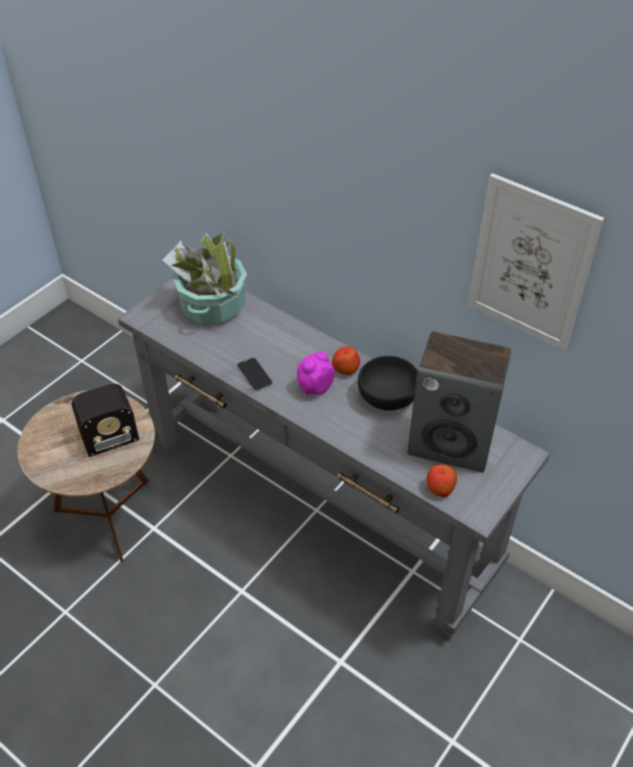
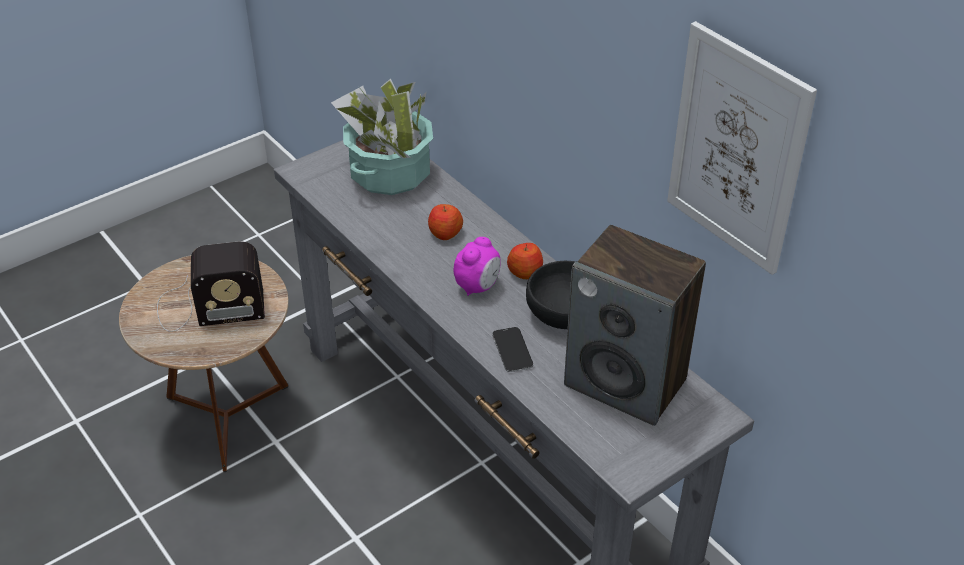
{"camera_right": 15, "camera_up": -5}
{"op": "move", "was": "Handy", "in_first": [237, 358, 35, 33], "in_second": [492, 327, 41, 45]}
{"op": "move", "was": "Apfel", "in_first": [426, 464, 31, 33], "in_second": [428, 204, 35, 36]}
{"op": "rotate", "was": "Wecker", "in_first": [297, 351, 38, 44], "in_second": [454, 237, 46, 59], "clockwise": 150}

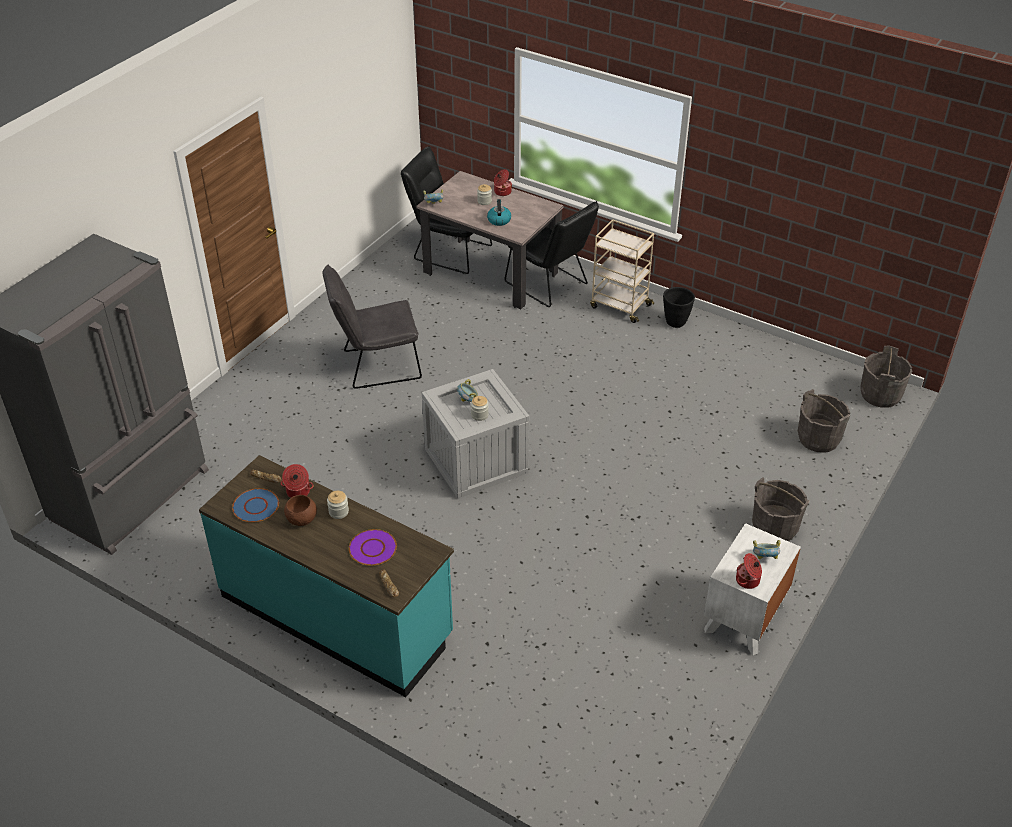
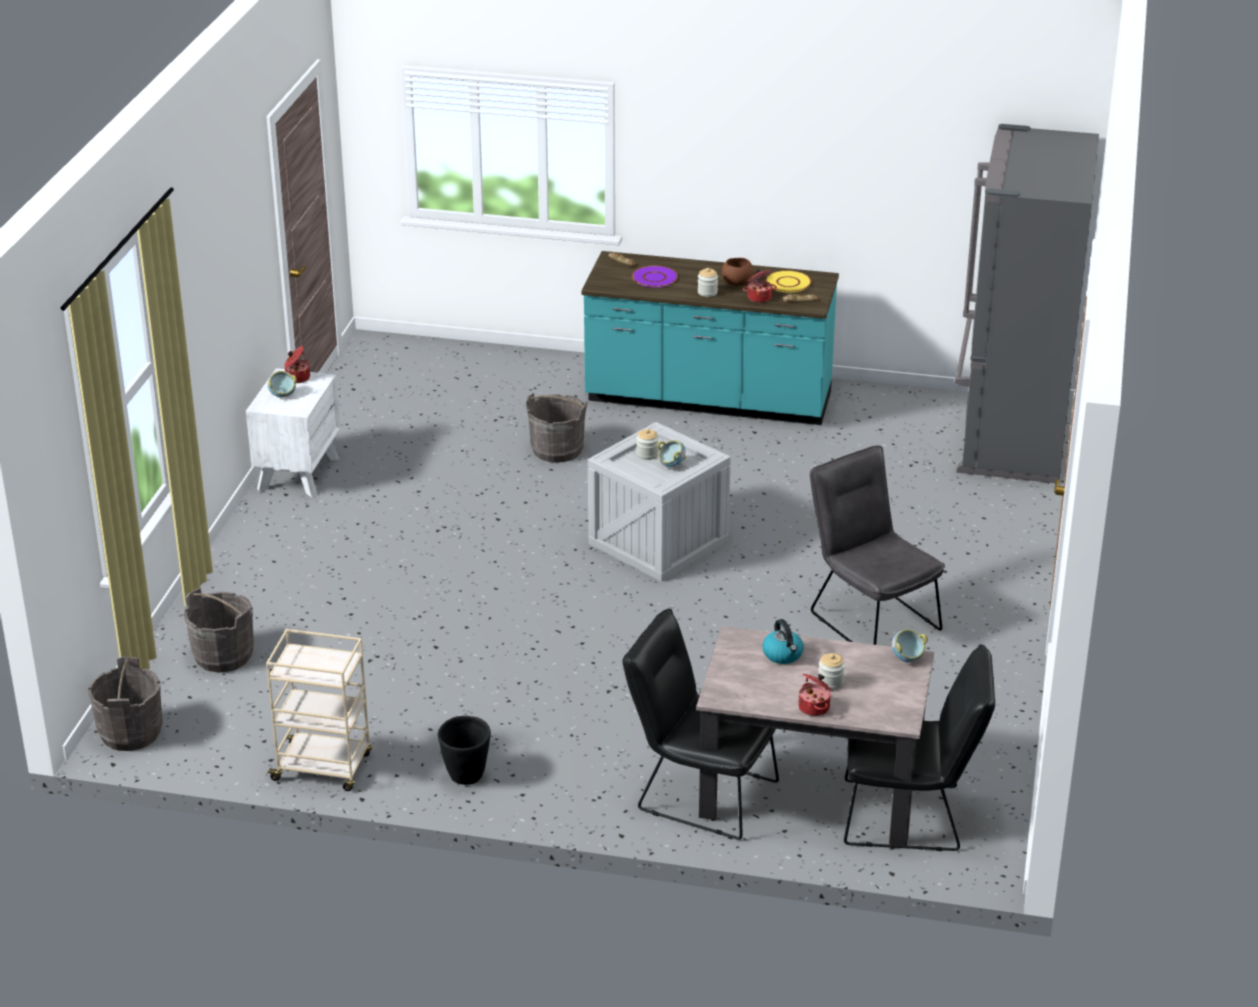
{"camera_right": 160, "camera_up": -10}
{"op": "move", "was": "Rollwagen/beige", "in_first": [590, 219, 64, 104], "in_second": [266, 629, 106, 162]}
{"op": "move", "was": "Eimer/grau", "in_first": [752, 477, 58, 64], "in_second": [526, 393, 62, 70]}
{"op": "recolor", "was": "Teller/blau", "now": "Teller/gelb", "in_first": [232, 488, 47, 34], "in_second": [765, 270, 47, 23]}
{"op": "rotate", "was": "Stuhl/grau", "in_first": [323, 264, 99, 125], "in_second": [810, 445, 135, 200], "clockwise": -90}

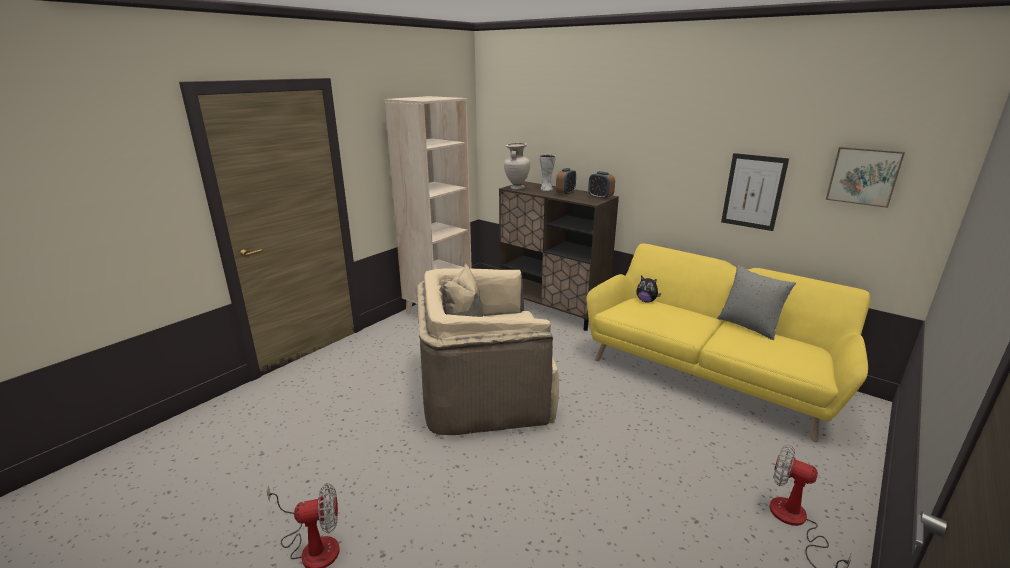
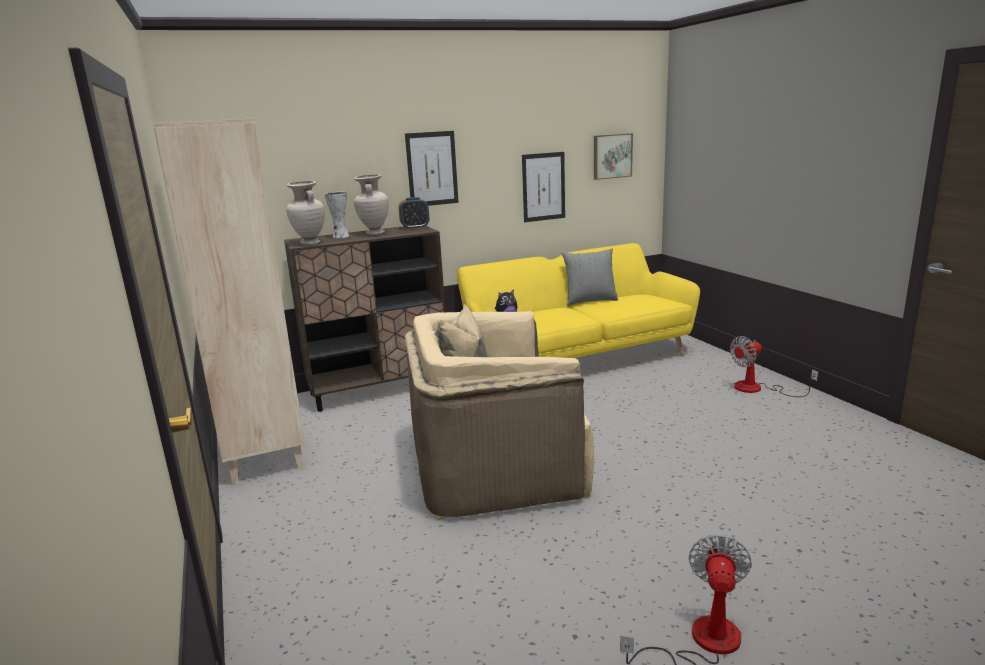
{"camera_right": -60, "camera_up": -5}
{"op": "insert", "now": "Bild", "in_second": [405, 131, 54, 75]}
{"op": "replace", "was": "Wecker", "now": "Vase/beige", "in_first": [556, 168, 20, 28], "in_second": [354, 174, 35, 61]}
{"op": "rotate", "was": "Sessel/beige", "in_first": [417, 263, 142, 173], "in_second": [405, 304, 189, 216], "clockwise": 60}

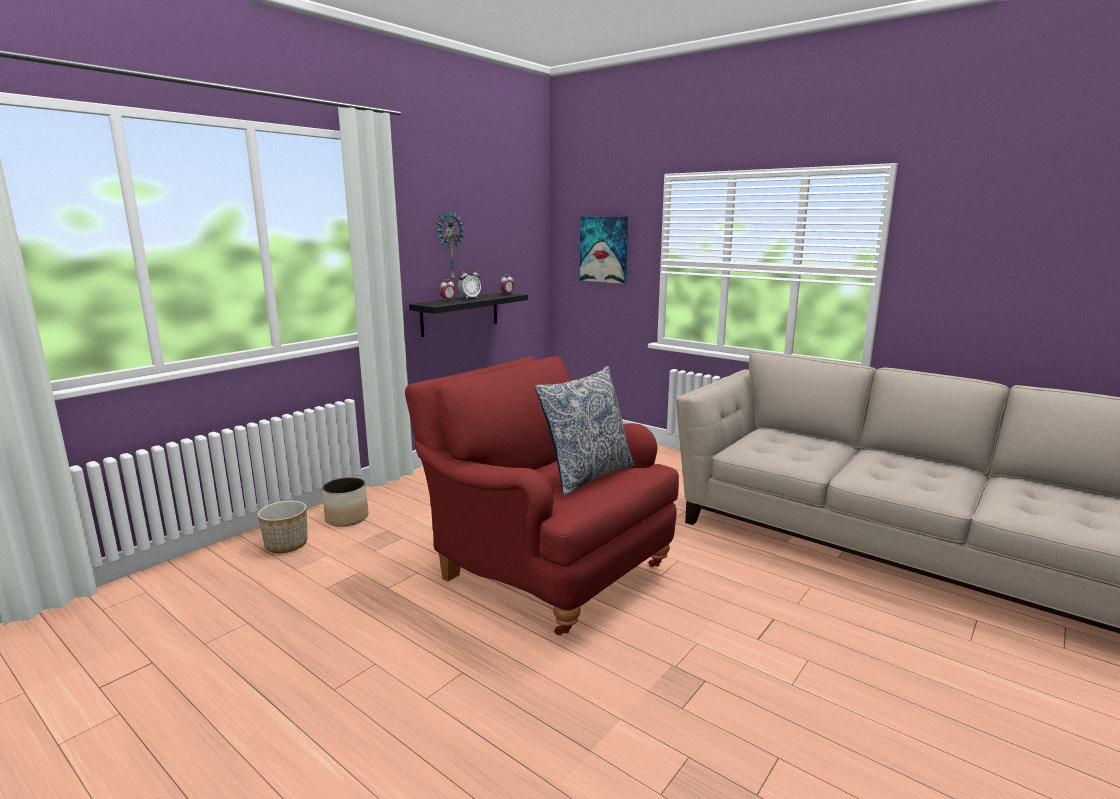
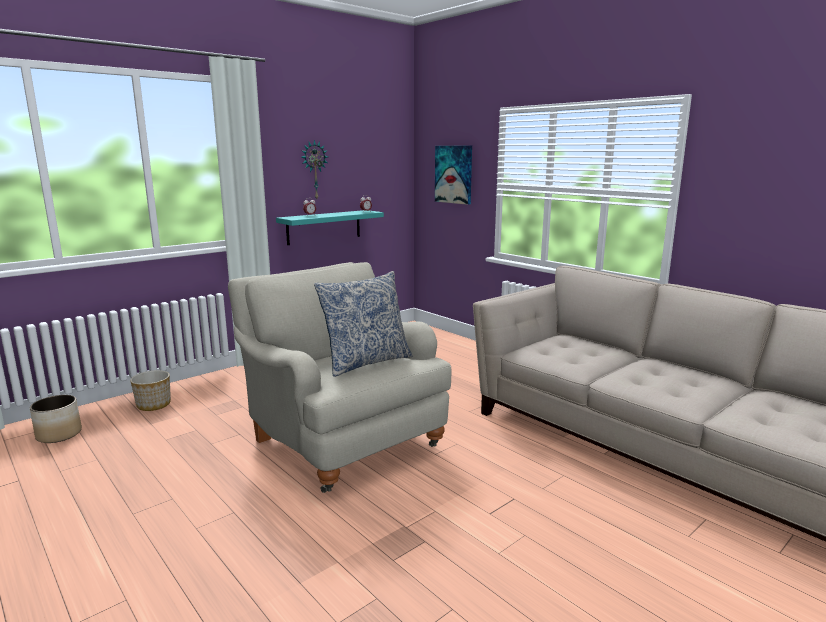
{"camera_right": 10, "camera_up": 0}
{"op": "delete", "was": "Wecker", "in_first": [458, 268, 23, 31]}
{"op": "move", "was": "Pflanzkübel", "in_first": [322, 477, 46, 50], "in_second": [30, 395, 52, 48]}
{"op": "recolor", "was": "Sessel/rot", "now": "Sessel/beige", "in_first": [405, 356, 274, 279], "in_second": [228, 262, 223, 231]}
{"op": "recolor", "was": "Wandregal/schwarz", "now": "Wandregal/türkis", "in_first": [409, 292, 119, 45], "in_second": [276, 210, 108, 35]}

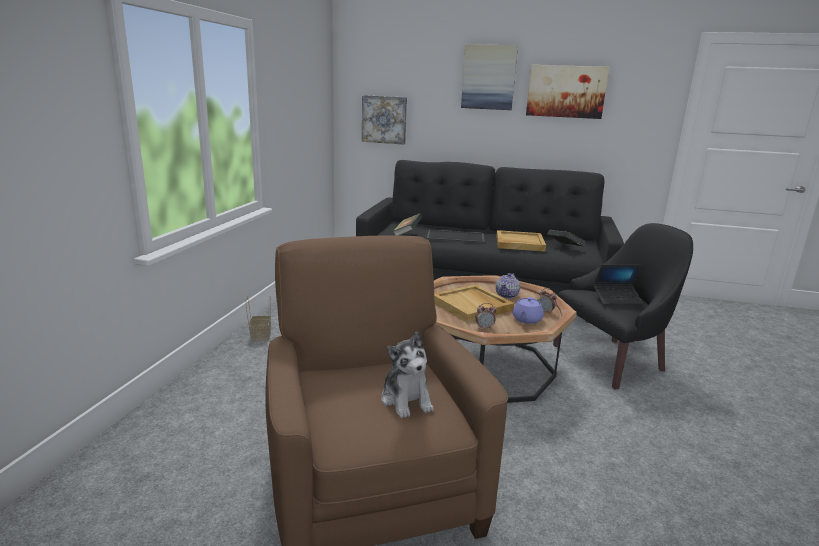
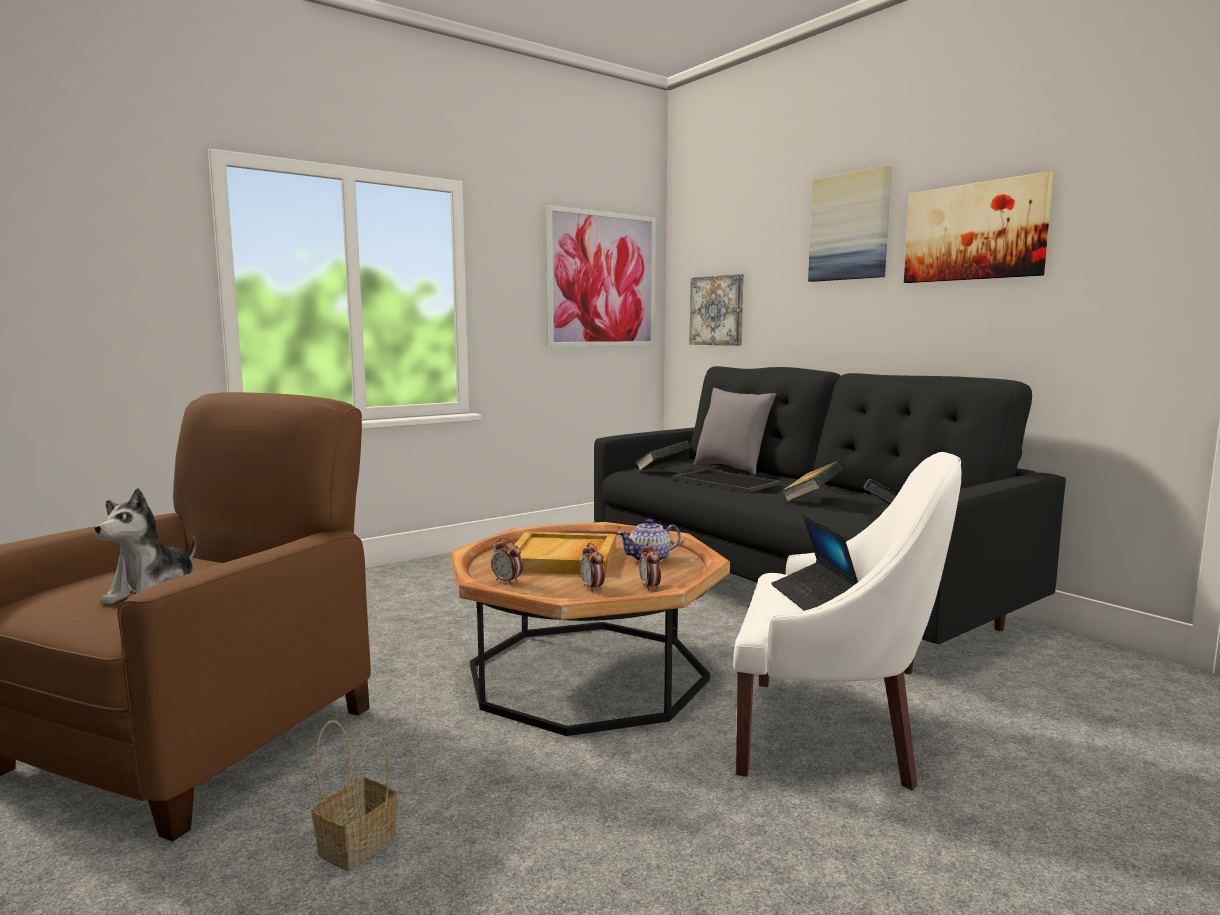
{"camera_right": 40, "camera_up": -10}
{"op": "insert", "now": "Bild", "in_second": [546, 205, 110, 142]}
{"op": "insert", "now": "Kissen/grau", "in_second": [694, 388, 83, 87]}
{"op": "move", "was": "Korb", "in_first": [246, 296, 25, 46], "in_second": [312, 721, 85, 150]}
{"op": "replace", "was": "Tablett/beige", "now": "Buch", "in_first": [496, 230, 50, 22], "in_second": [782, 461, 61, 41]}
{"op": "replace", "was": "Teekanne/lila", "now": "Wecker", "in_first": [513, 297, 31, 27], "in_second": [580, 543, 25, 49]}
{"op": "recolor", "was": "Sessel/schwarz", "now": "Sessel/weiß", "in_first": [553, 223, 140, 167], "in_second": [733, 452, 228, 338]}
{"op": "rotate", "was": "Laptop", "in_first": [593, 265, 50, 39], "in_second": [771, 515, 87, 96], "clockwise": 45}

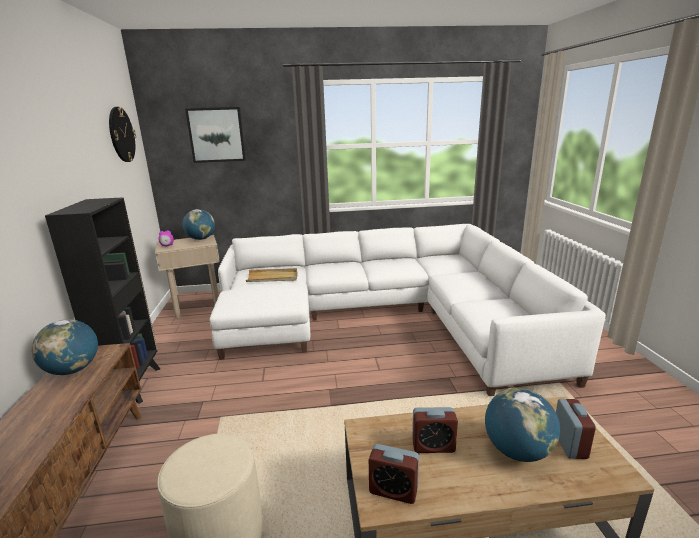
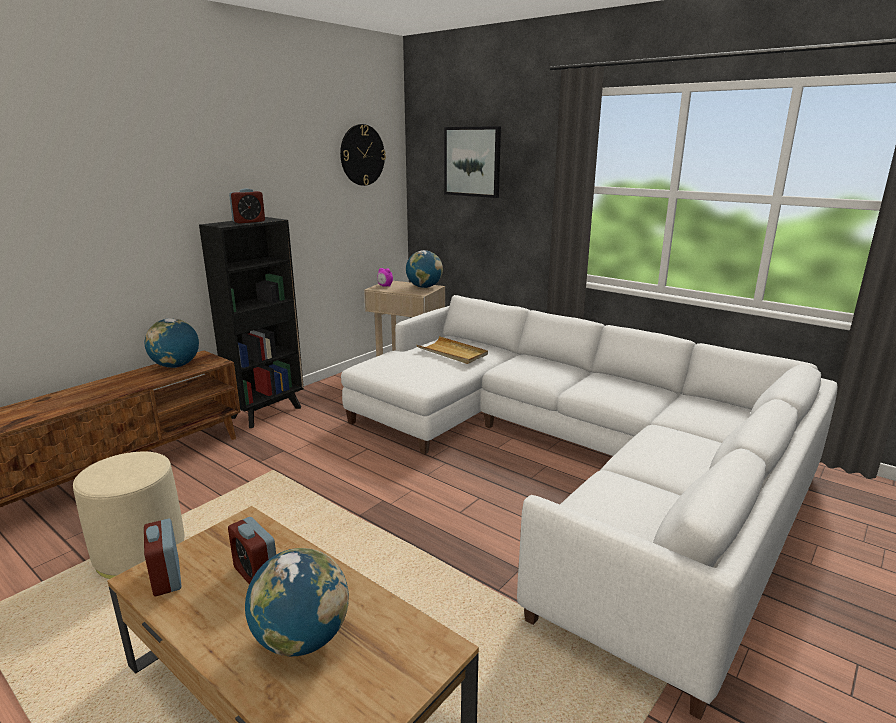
{"camera_right": 45, "camera_up": 0}
{"op": "move", "was": "Wecker", "in_first": [556, 399, 40, 60], "in_second": [229, 188, 36, 36]}

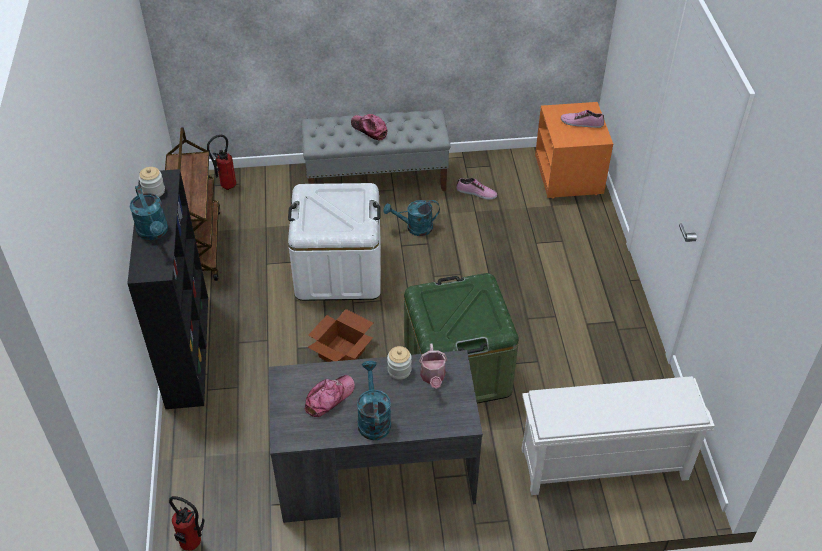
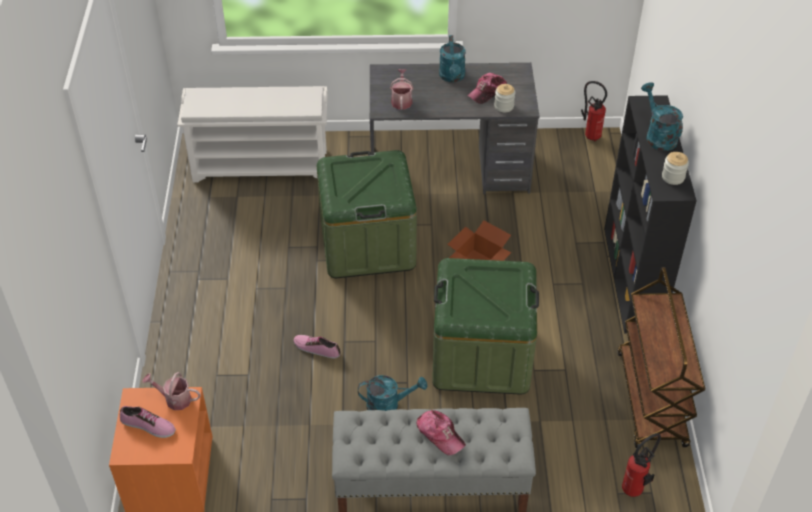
{"camera_right": -175, "camera_up": 0}
{"op": "insert", "now": "Gießkanne", "in_second": [142, 372, 59, 38]}
{"op": "move", "was": "Vorratsglas", "in_first": [387, 346, 25, 34], "in_second": [494, 84, 21, 28]}
{"op": "move", "was": "Schuh", "in_first": [456, 178, 41, 22], "in_second": [293, 335, 48, 23]}
{"op": "recolor", "was": "Aufbewahrungsbox/weiß", "now": "Aufbewahrungsbox/grün", "in_first": [288, 183, 93, 118], "in_second": [432, 258, 107, 137]}

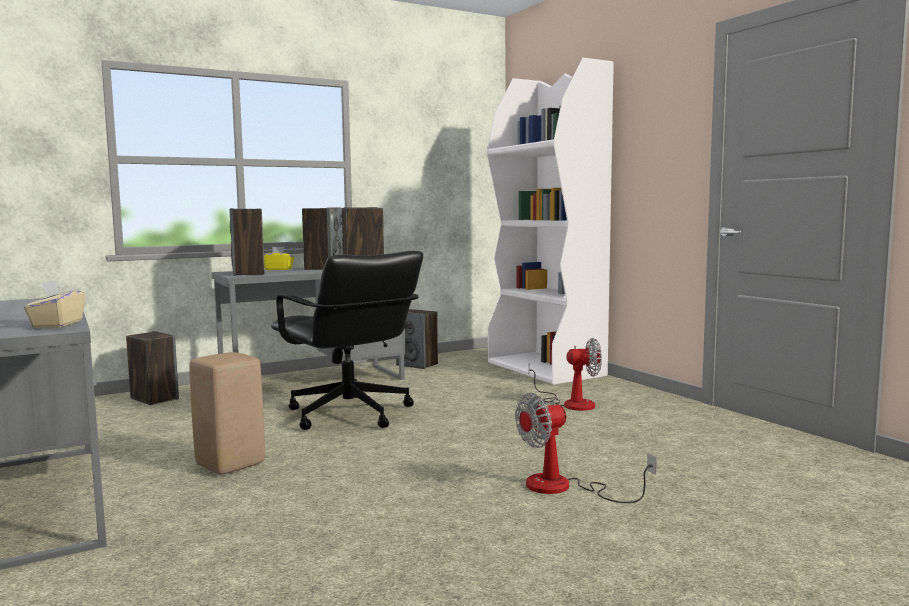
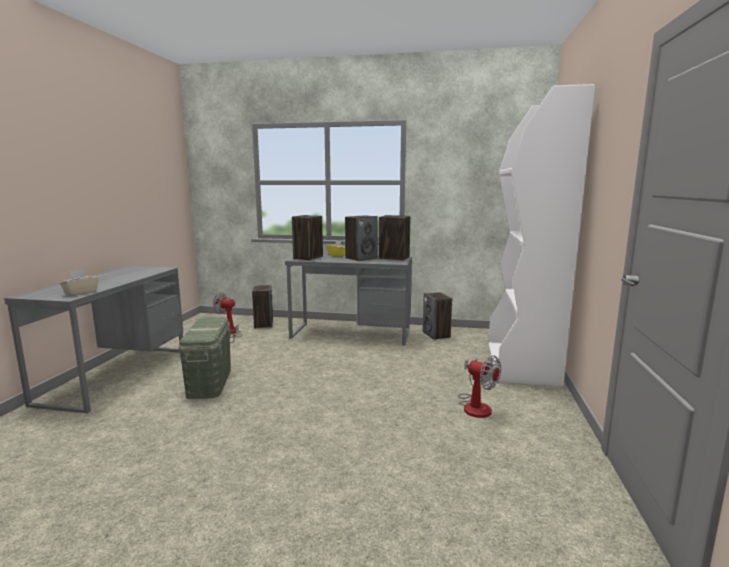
{"camera_right": 40, "camera_up": 5}
{"op": "delete", "was": "Bürostuhl/schwarz", "in_first": [271, 251, 152, 179]}
{"op": "move", "was": "Ventilator", "in_first": [515, 393, 142, 110], "in_second": [213, 292, 29, 51]}
{"op": "replace", "was": "Hocker/beige", "now": "Aufbewahrungsbox/grün", "in_first": [189, 352, 76, 122], "in_second": [179, 317, 52, 82]}

